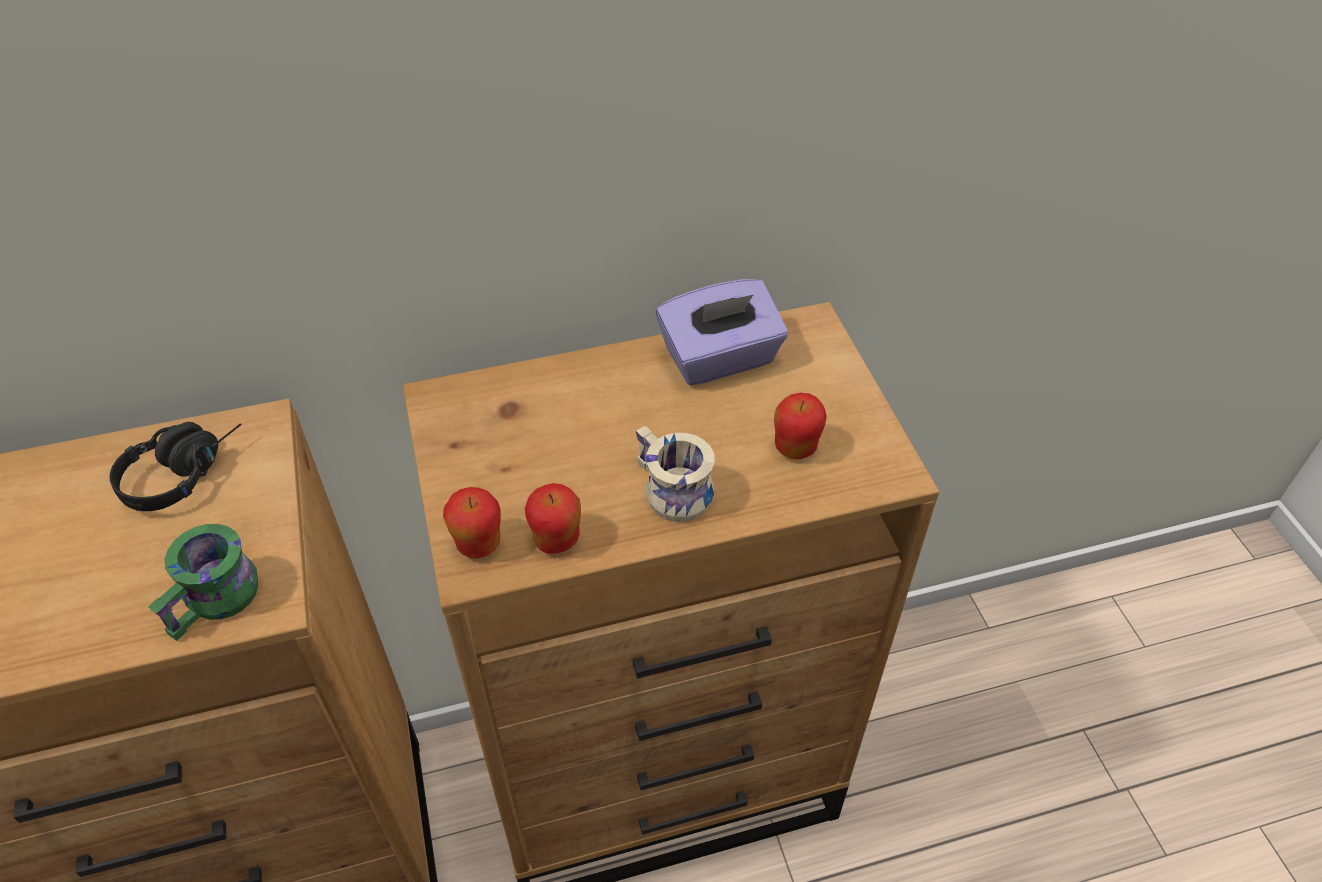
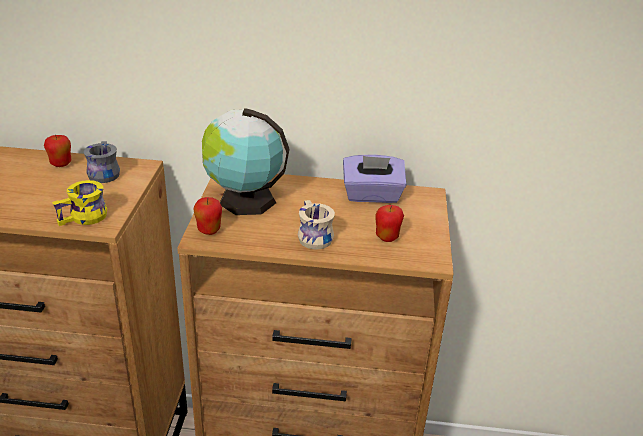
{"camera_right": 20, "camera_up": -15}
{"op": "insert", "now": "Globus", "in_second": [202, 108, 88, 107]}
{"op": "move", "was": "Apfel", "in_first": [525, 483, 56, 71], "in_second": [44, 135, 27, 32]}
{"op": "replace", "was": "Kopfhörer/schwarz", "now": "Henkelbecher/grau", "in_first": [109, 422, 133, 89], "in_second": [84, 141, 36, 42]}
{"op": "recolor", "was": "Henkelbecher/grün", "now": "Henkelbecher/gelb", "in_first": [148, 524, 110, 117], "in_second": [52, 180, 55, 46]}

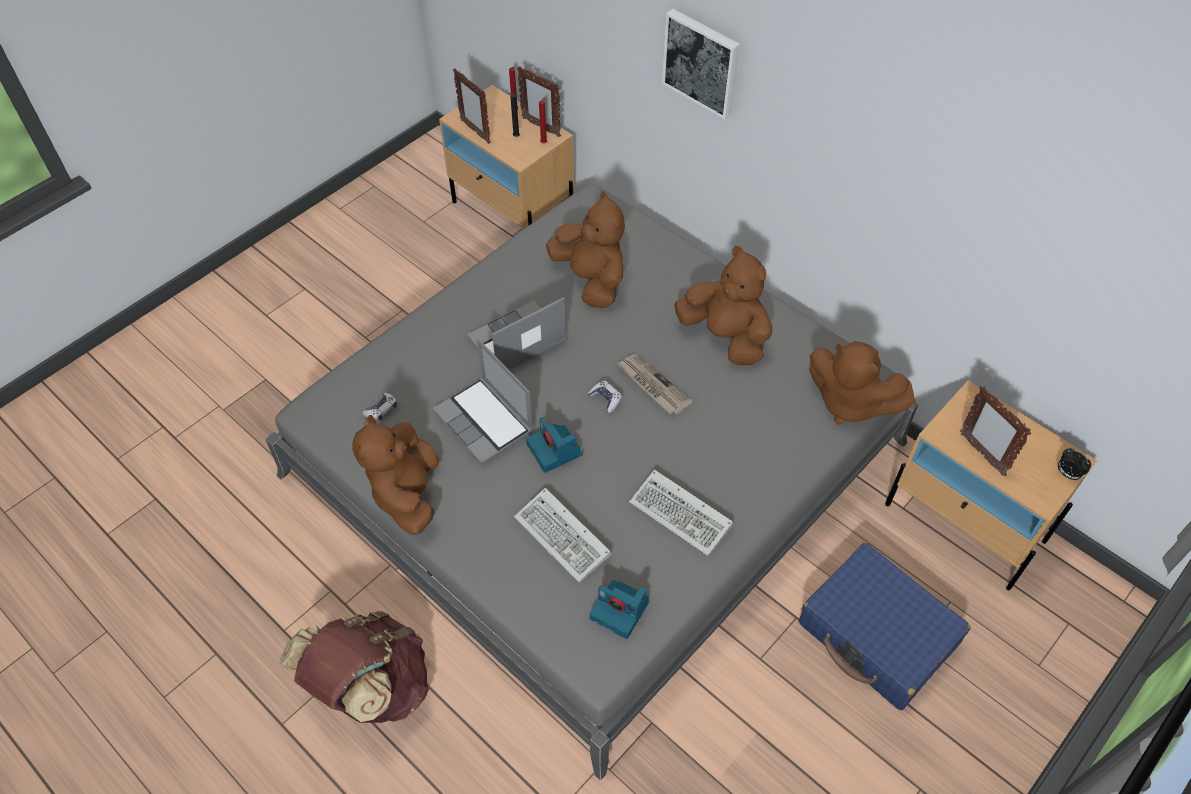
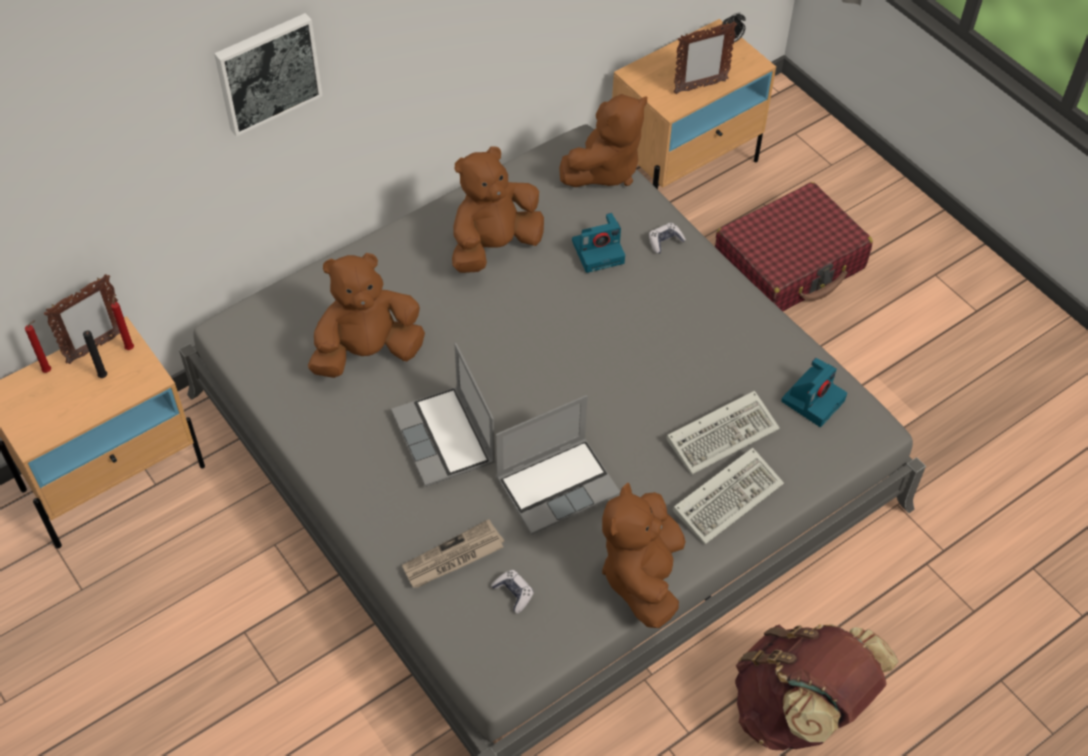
{"camera_right": -80, "camera_up": 0}
{"op": "delete", "was": "Bilderrahmen", "in_first": [453, 68, 38, 76]}
{"op": "move", "was": "Kamera", "in_first": [526, 417, 57, 56], "in_second": [572, 213, 53, 60]}
{"op": "move", "was": "Gamepad", "in_first": [588, 380, 34, 33], "in_second": [649, 223, 37, 31]}
{"op": "move", "was": "Zeitung", "in_first": [617, 354, 76, 61], "in_second": [402, 519, 102, 69]}
{"op": "move", "was": "Tastatur", "in_first": [629, 469, 104, 87], "in_second": [673, 448, 111, 96]}
{"op": "recolor", "was": "Koffer/blau", "now": "Koffer/rot", "in_first": [799, 543, 172, 167], "in_second": [715, 182, 158, 129]}
{"op": "rotate", "was": "Plüschtier/braun", "in_first": [352, 415, 87, 119], "in_second": [602, 483, 83, 145], "clockwise": 90}

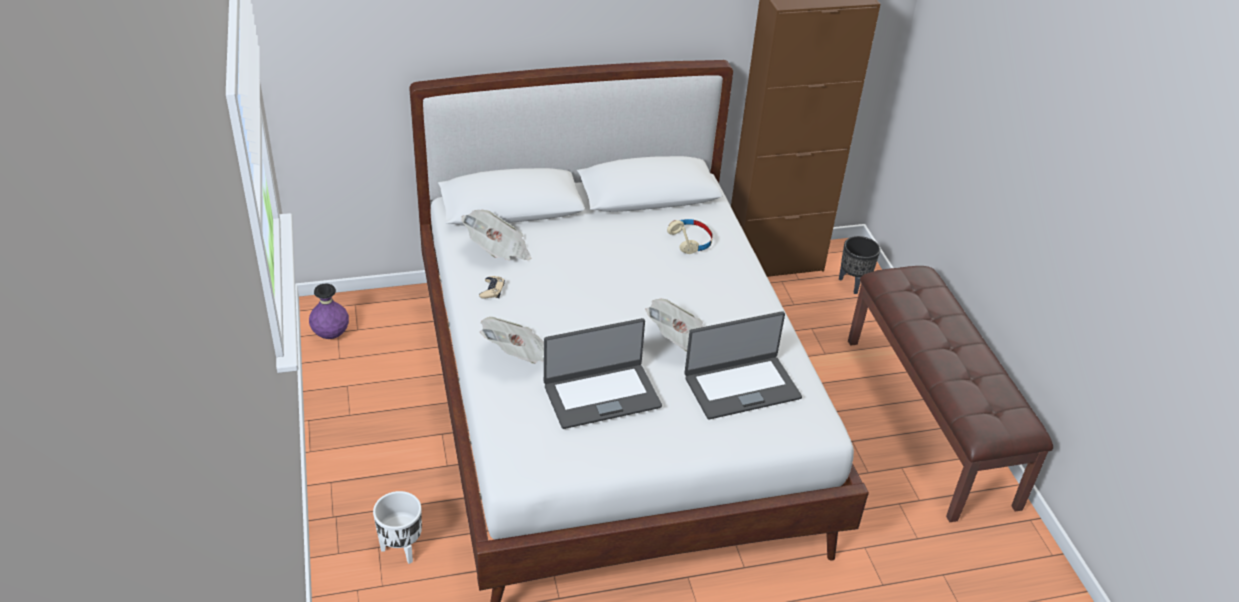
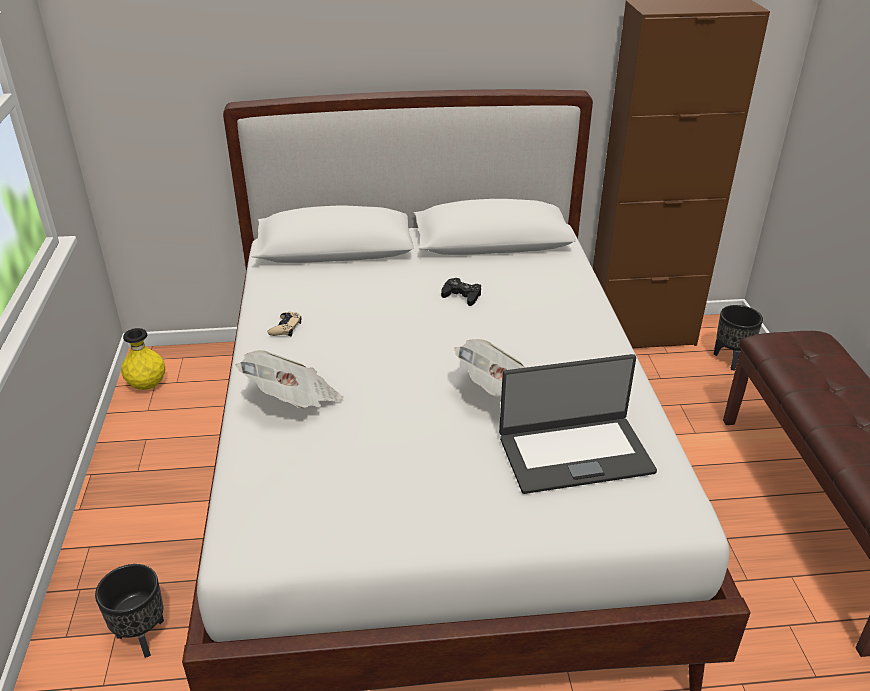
{"camera_right": 10, "camera_up": -5}
{"op": "delete", "was": "Zeitung", "in_first": [462, 210, 70, 50]}
{"op": "delete", "was": "Laptop", "in_first": [544, 318, 118, 111]}
{"op": "delete", "was": "Kopfhörer/beige", "in_first": [667, 219, 46, 35]}
{"op": "insert", "now": "Gamepad/schwarz", "in_second": [441, 278, 40, 28]}
{"op": "recolor", "was": "Vase/lila", "now": "Vase/gelb", "in_first": [309, 284, 40, 55], "in_second": [121, 328, 44, 62]}
{"op": "recolor", "was": "Pflanzkübel/weiß", "now": "Pflanzkübel/schwarz", "in_first": [373, 491, 49, 73], "in_second": [95, 564, 69, 94]}

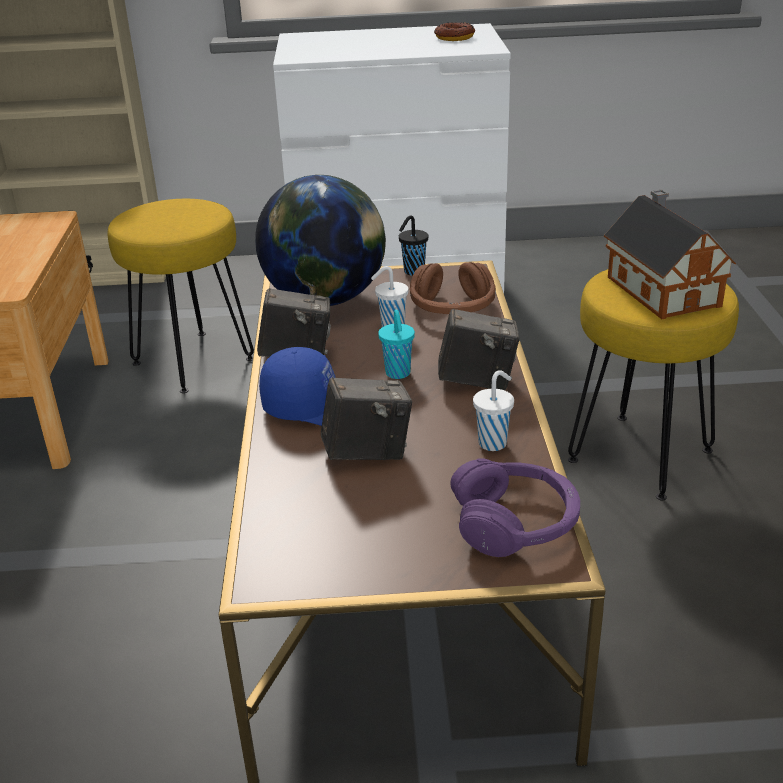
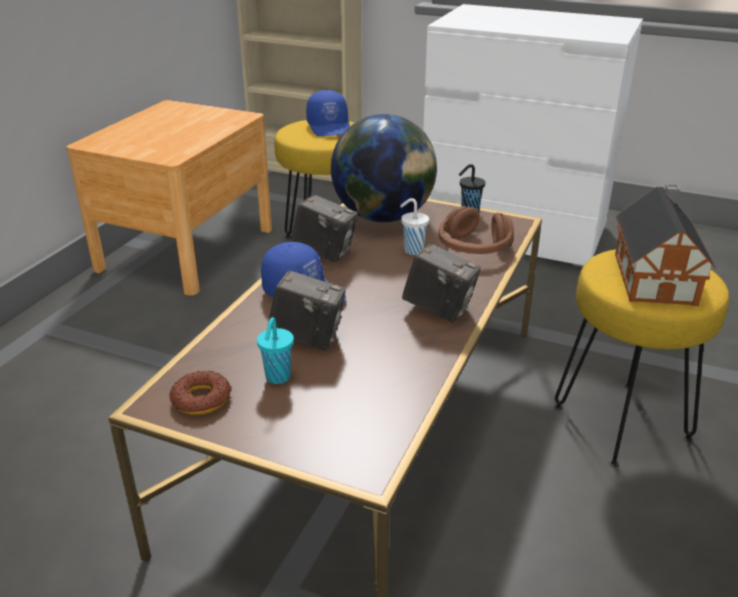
{"camera_right": 25, "camera_up": 0}
{"op": "delete", "was": "Kopfhörer/lila", "in_first": [450, 458, 130, 99]}
{"op": "delete", "was": "Tasse/weiß", "in_first": [473, 370, 41, 81]}
{"op": "insert", "now": "Kappe/blau", "in_second": [306, 90, 44, 46]}
{"op": "move", "was": "Tasse/türkis", "in_first": [378, 309, 37, 70], "in_second": [257, 317, 37, 67]}
{"op": "move", "was": "Donut", "in_first": [434, 22, 41, 19], "in_second": [169, 371, 63, 44]}

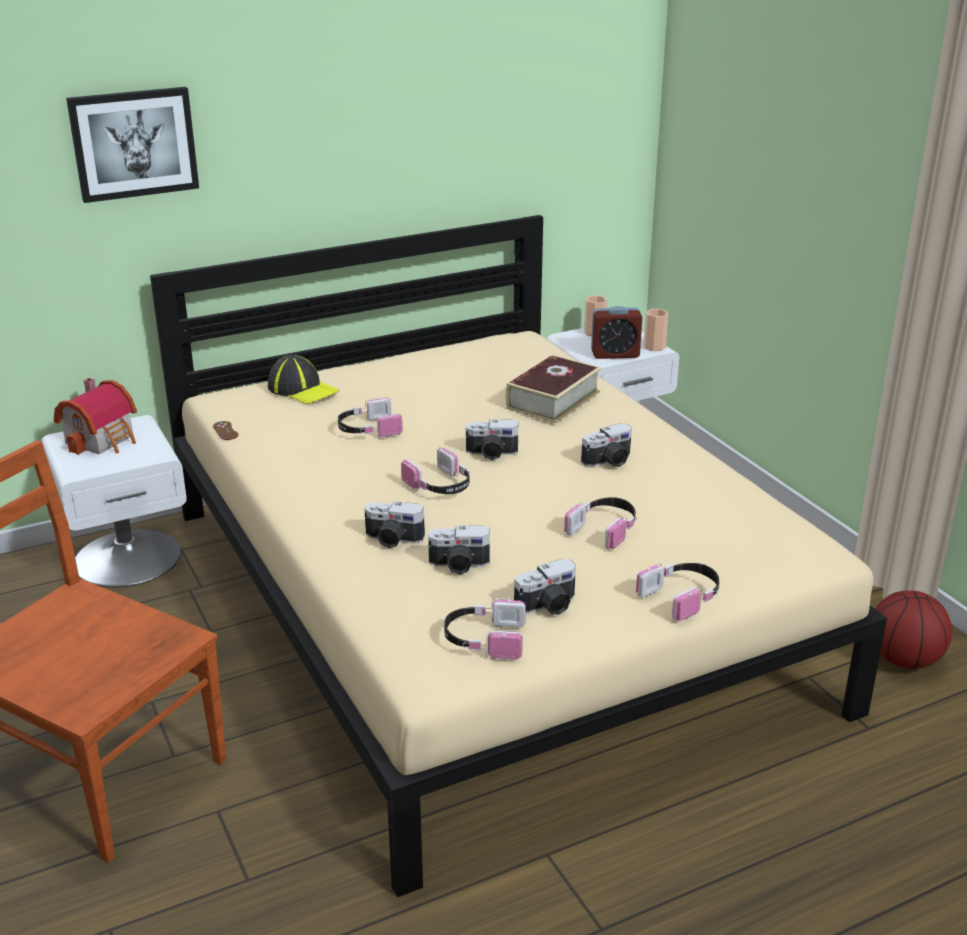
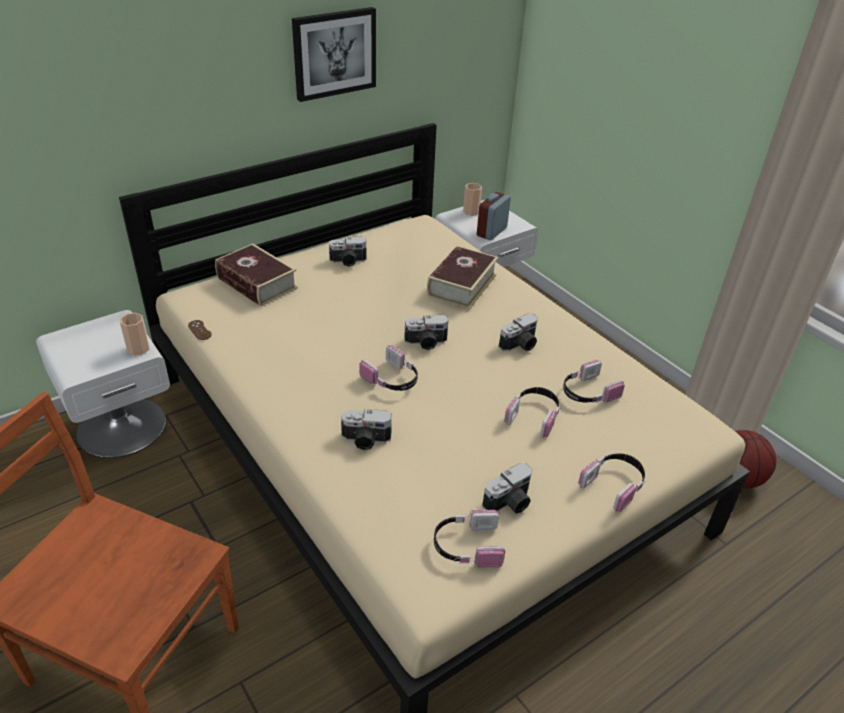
{"camera_right": -10, "camera_up": 10}
{"op": "delete", "was": "Spielzeughaus", "in_first": [54, 378, 83, 77]}
{"op": "move", "was": "Bild", "in_first": [66, 87, 133, 116], "in_second": [292, 7, 84, 95]}
{"op": "move", "was": "Kopfhörer", "in_first": [338, 398, 64, 41], "in_second": [563, 360, 62, 44]}
{"op": "move", "was": "Kamera", "in_first": [428, 525, 62, 50], "in_second": [329, 237, 37, 30]}
{"op": "move", "was": "Tasse", "in_first": [643, 309, 25, 42], "in_second": [120, 313, 30, 43]}
{"op": "replace", "was": "Kappe", "now": "Buch", "in_first": [268, 354, 71, 50], "in_second": [215, 243, 83, 63]}
{"op": "rotate", "was": "Wecker", "in_first": [591, 306, 51, 53], "in_second": [477, 192, 34, 48], "clockwise": 135}

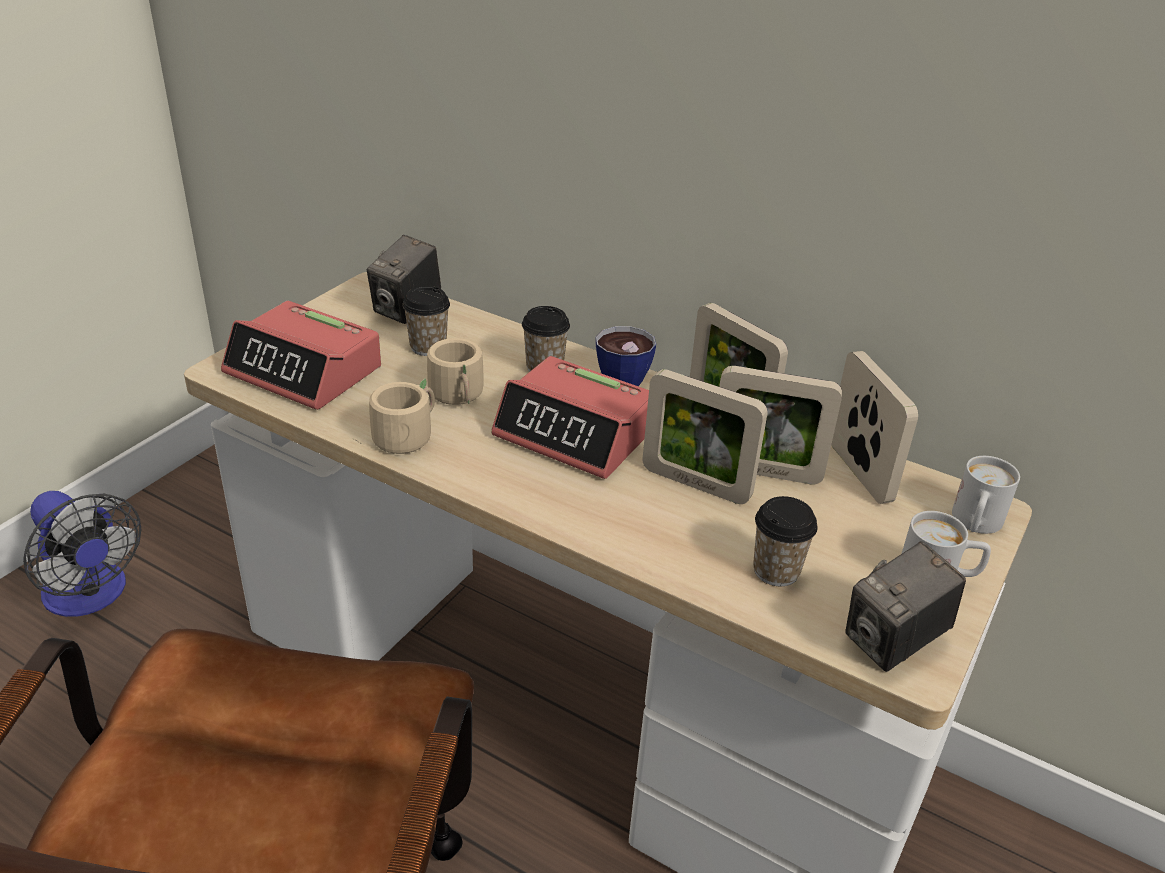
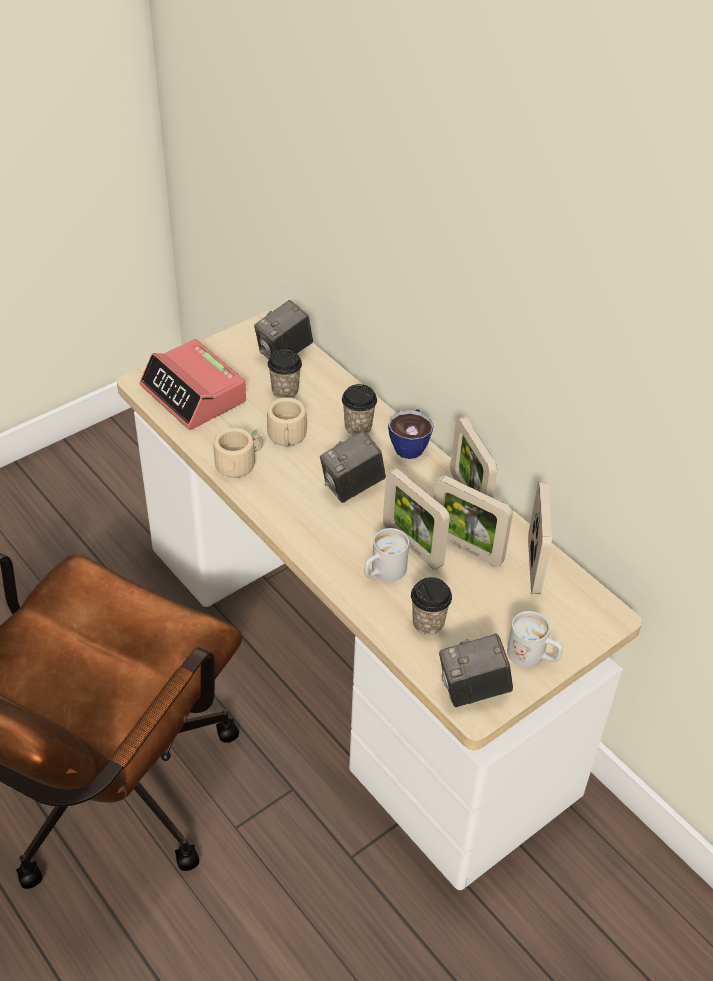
{"camera_right": 20, "camera_up": 10}
{"op": "delete", "was": "Ventilator", "in_first": [23, 491, 118, 126]}
{"op": "move", "was": "Henkelbecher/weiß", "in_first": [952, 456, 68, 78], "in_second": [364, 528, 45, 54]}
{"op": "replace", "was": "Wecker", "now": "Kamera", "in_first": [491, 356, 158, 123], "in_second": [320, 431, 66, 72]}

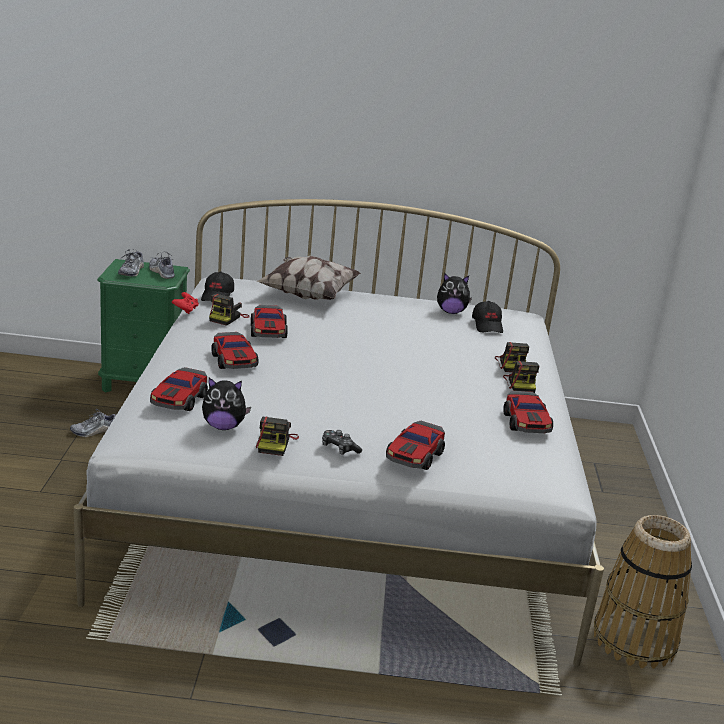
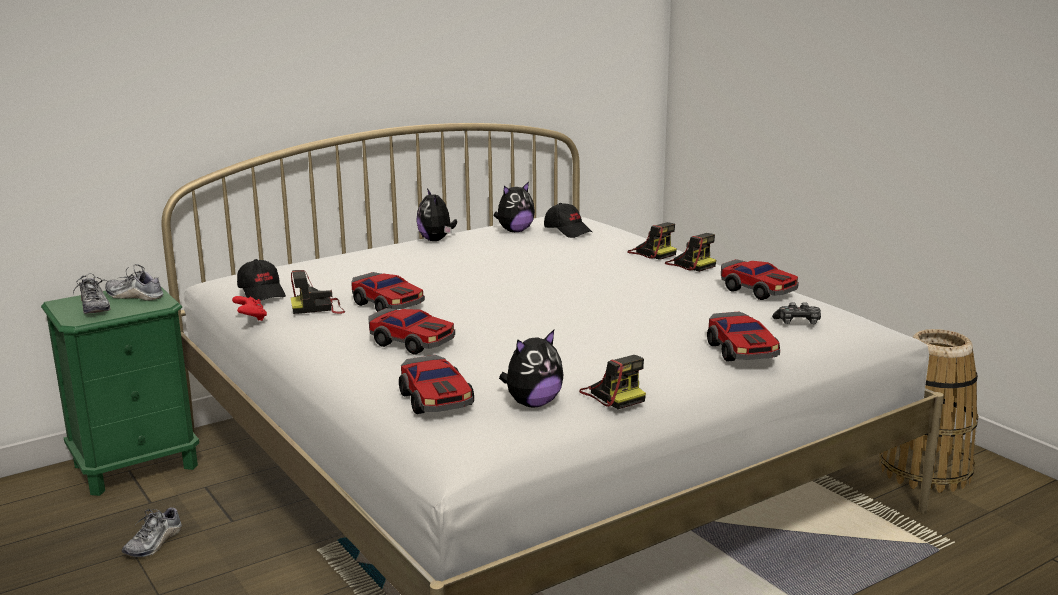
{"camera_right": -35, "camera_up": -5}
{"op": "delete", "was": "Kissen", "in_first": [256, 256, 105, 44]}
{"op": "insert", "now": "Plüschtier", "in_second": [416, 188, 41, 53]}
{"op": "move", "was": "Gamepad", "in_first": [322, 430, 40, 25], "in_second": [772, 302, 49, 22]}
{"op": "rotate", "was": "Kamera", "in_first": [209, 294, 41, 32], "in_second": [291, 270, 54, 44], "clockwise": 90}

